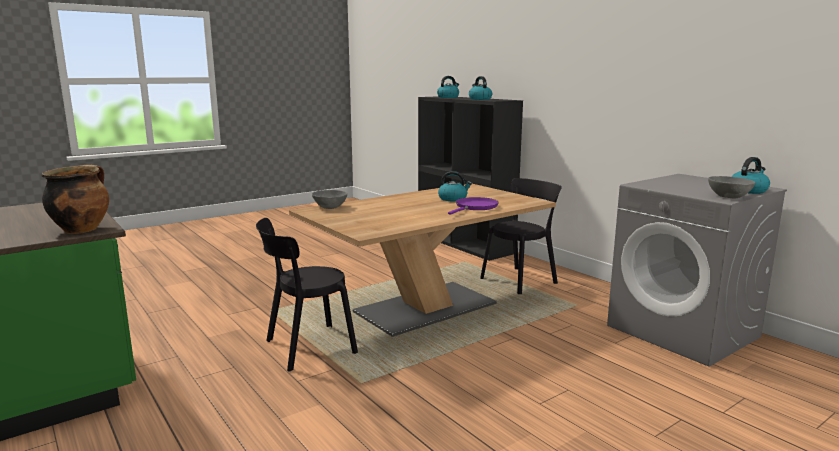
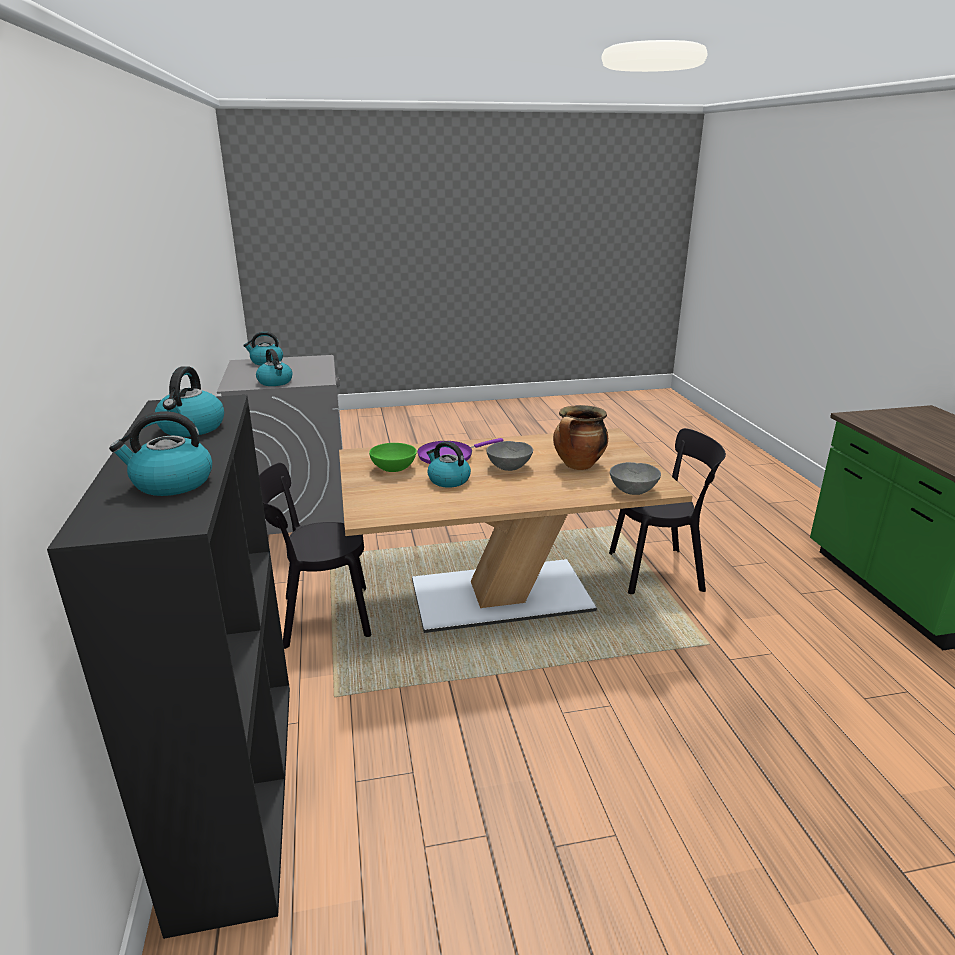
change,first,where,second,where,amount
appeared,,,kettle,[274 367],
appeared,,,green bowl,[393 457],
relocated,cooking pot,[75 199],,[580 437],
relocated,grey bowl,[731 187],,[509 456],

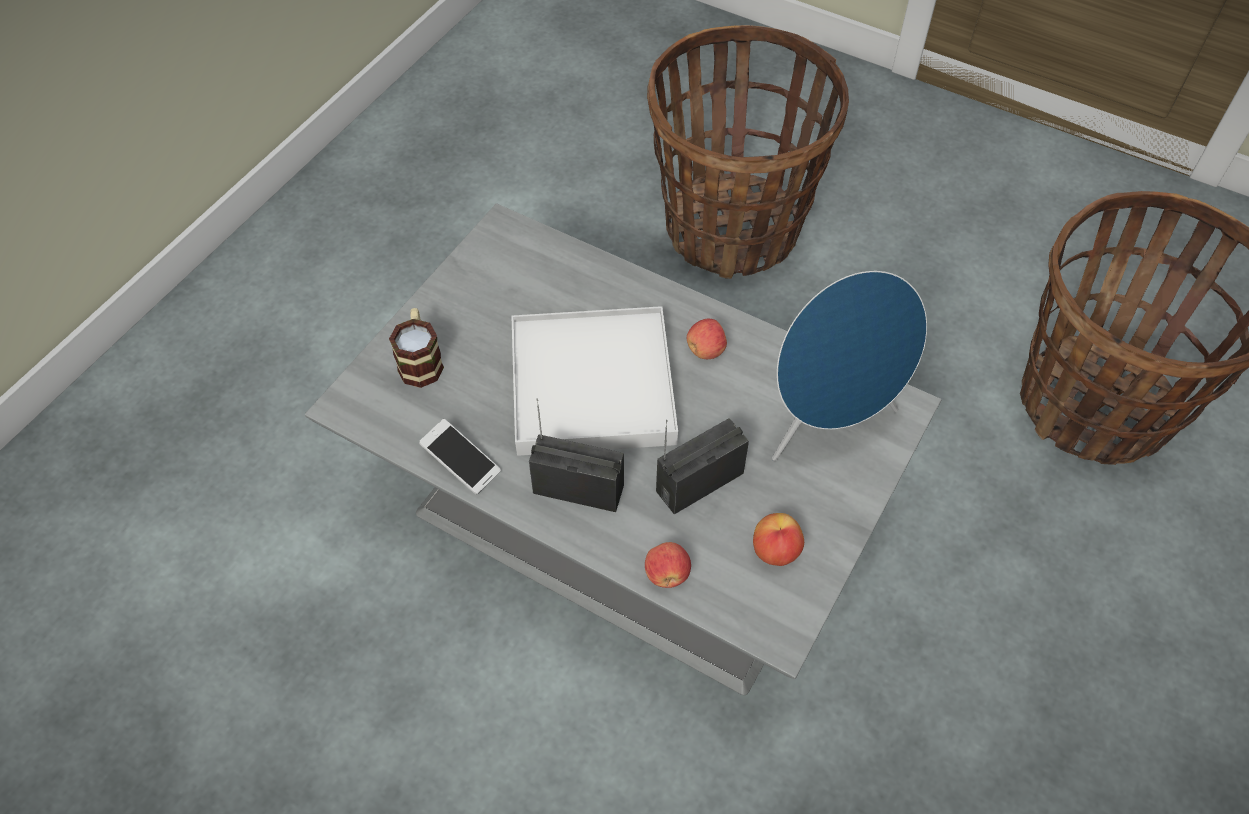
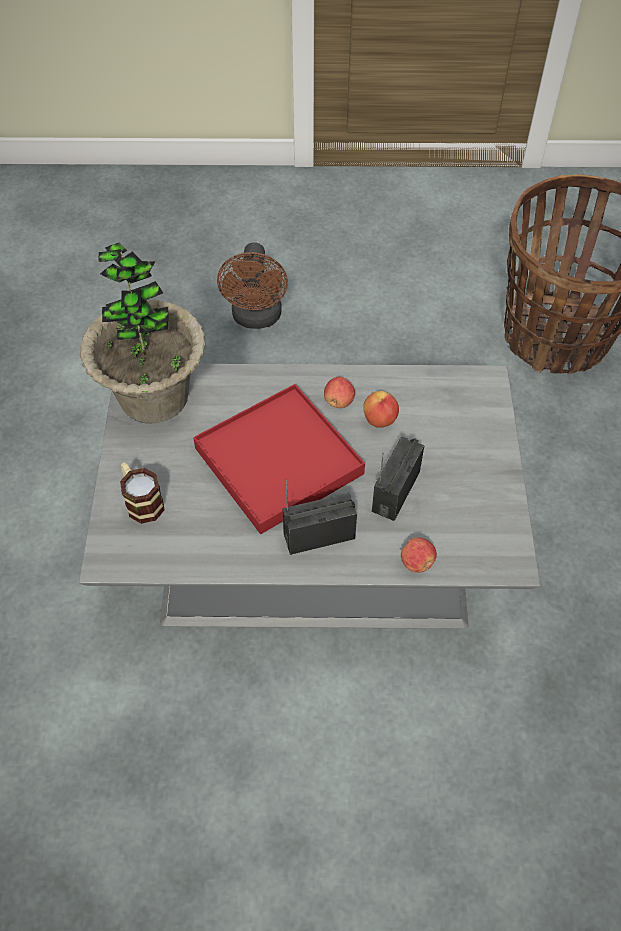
change,first,where,second,where,amount
missing,phone,[460 457],,,
missing,blue speaker,[849 366],,,
appeared,,,potted plant,[142 332],
relocated,apple,[778 539],,[381 409],
exchanged,basket,[748 152],brown fan,[252 285],
colour,white tray,[594 381],red tray,[279 459],

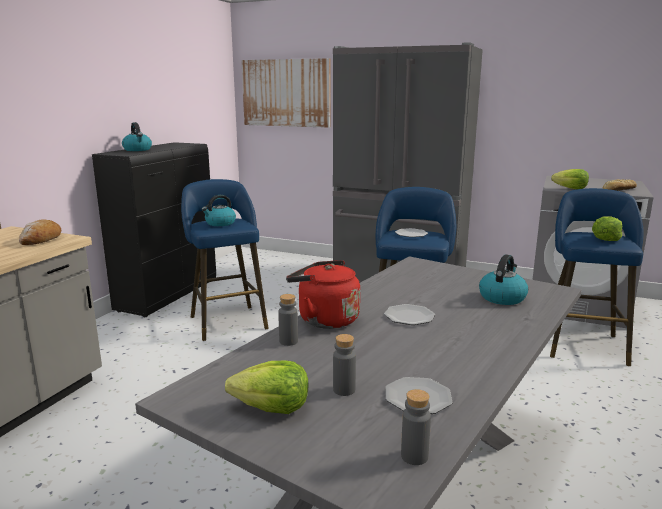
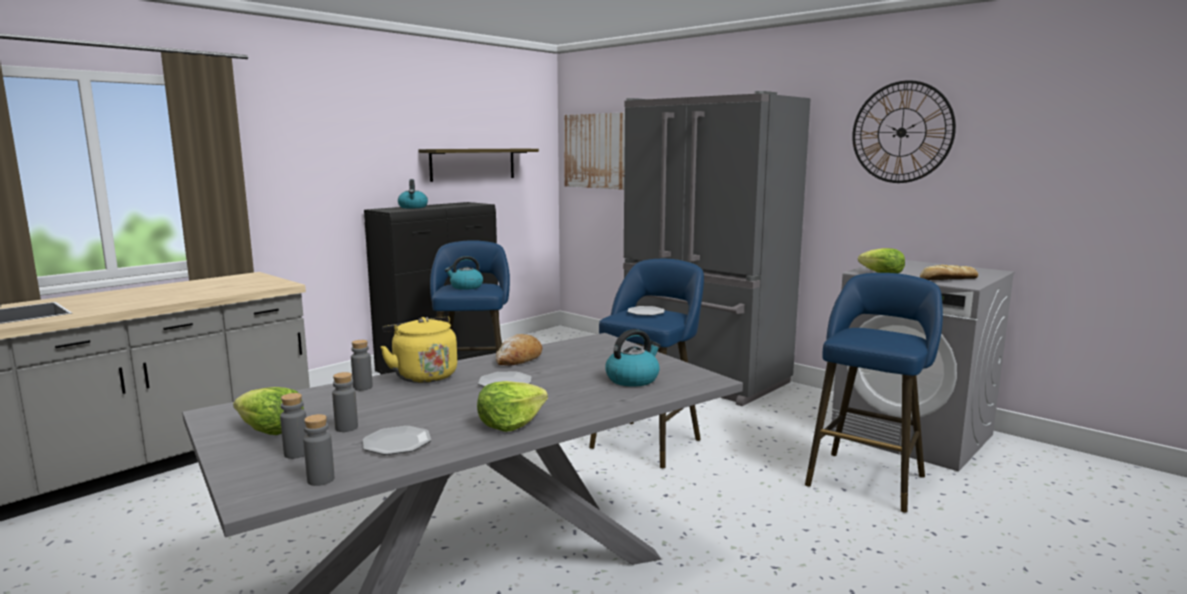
change,first,where,second,where,amount
appeared,,,grey bottle,[293 426],
appeared,,,shelf,[478 165],
appeared,,,wall clock,[904 131],
relocated,bread,[40 232],,[519 349],
relocated,lettuce,[607 228],,[512 406],
colour,red kettle,[323 294],yellow kettle,[418 350],

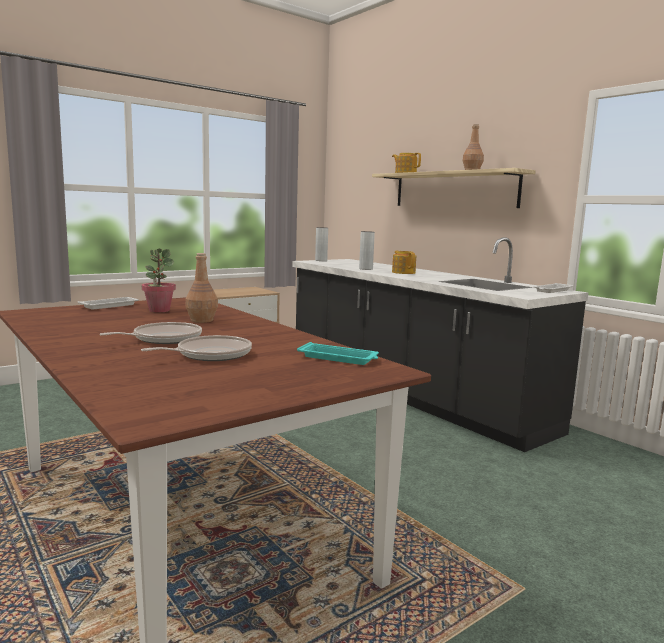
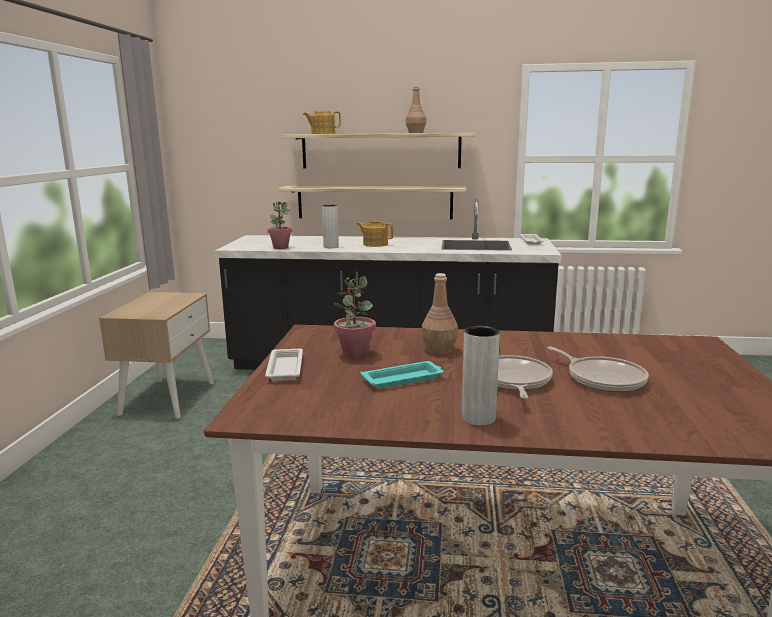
change,first,where,second,where,amount
appeared,,,potted plant,[280 225],
appeared,,,shelf,[371 202],
relocated,turquoise tray,[338 353],,[402 375],
relocated,grey vase,[321 244],,[481 376],
spun,frying pan,[196 348],,[598 369],135 degrees clockwise

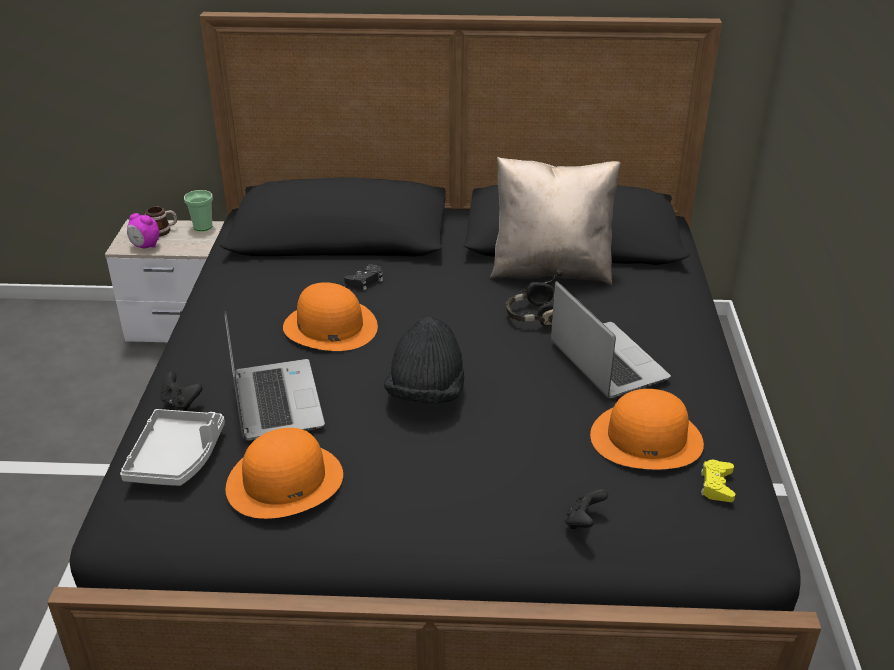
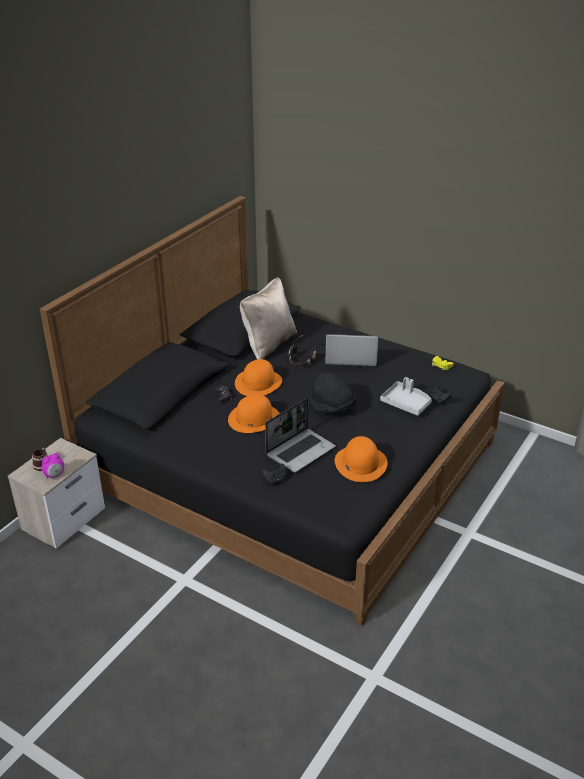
change,first,where,second,where,amount
missing,cup,[198 210],,,
relocated,grey tray,[172 447],,[406 396],
relocated,orange hat,[647 429],,[258 377],
spun,laptop,[275 376],,[300 435],120 degrees clockwise

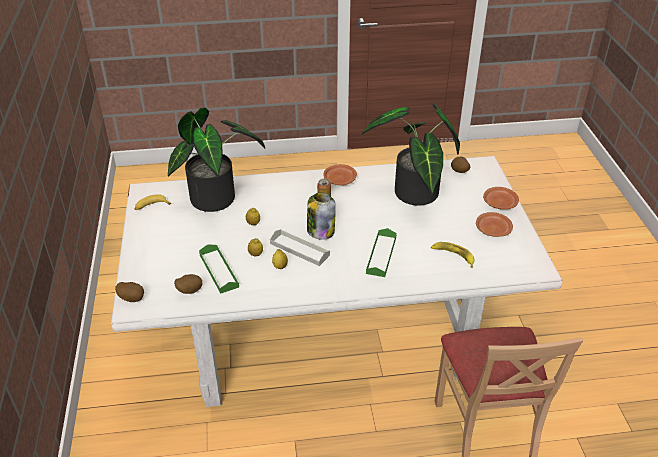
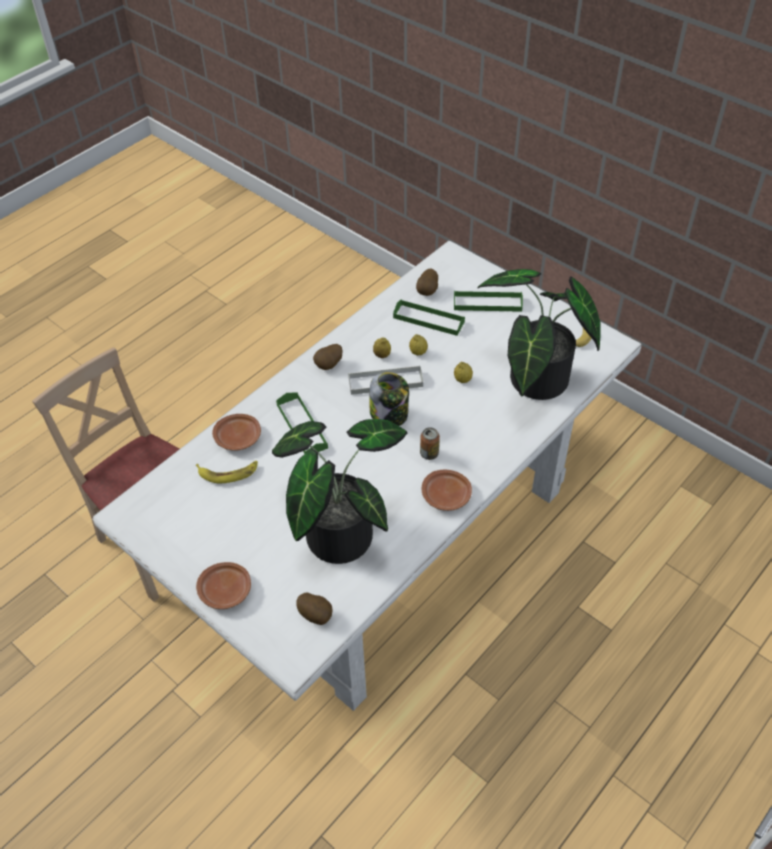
change,first,where,second,where,amount
appeared,,,green tray,[488 301],
relocated,potato,[129 292],,[327 357],
relocated,brown plate,[494 224],,[236 432],

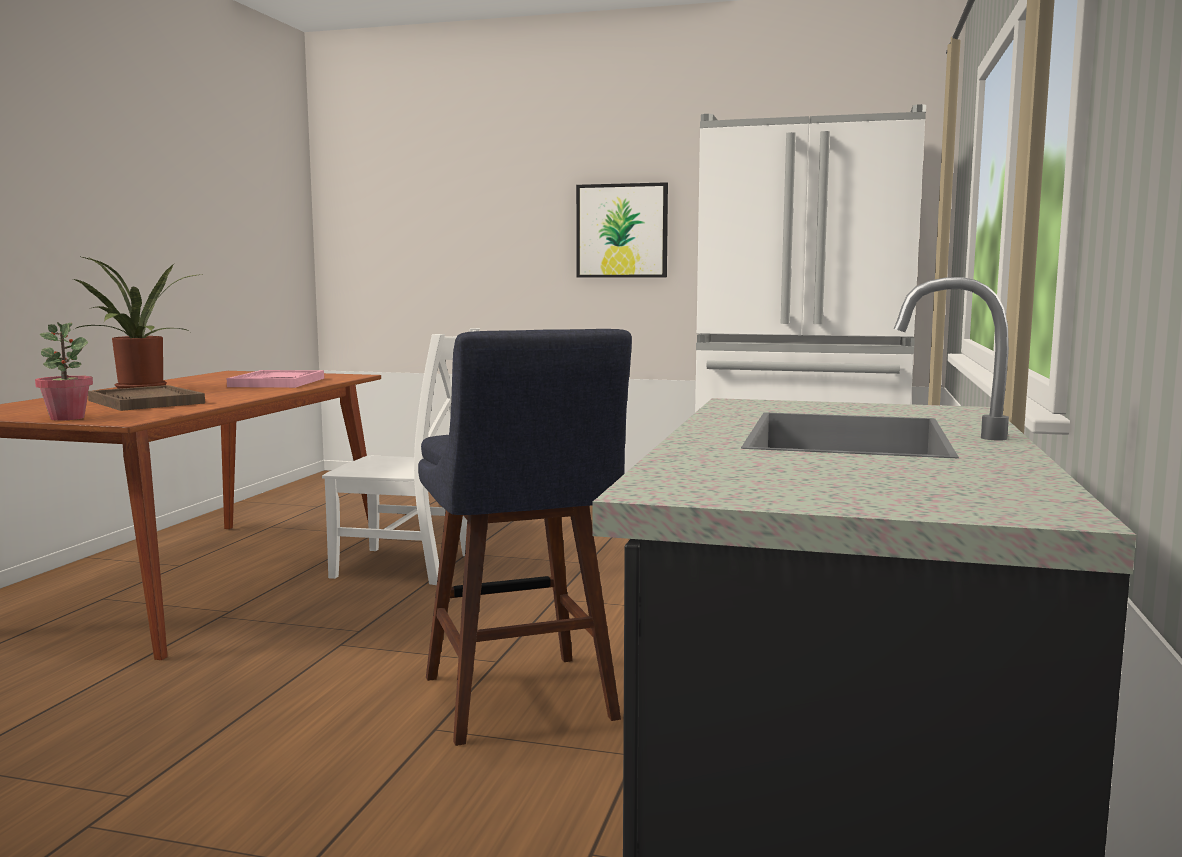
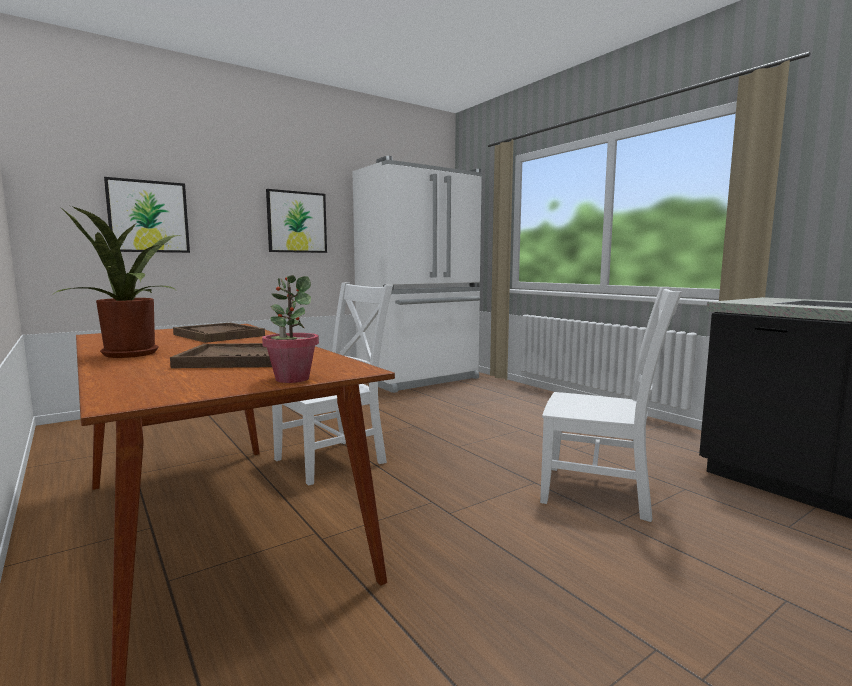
change,first,where,second,where,amount
appeared,,,picture,[147 215],
exchanged,blue stool,[525 537],white chair,[610 404],
colour,pink tray,[275 379],brown tray,[219 333],

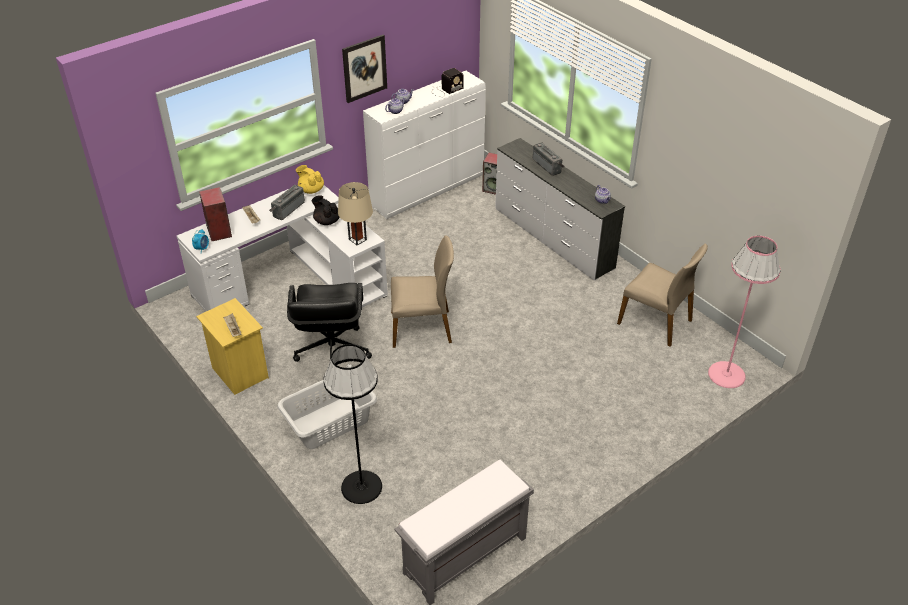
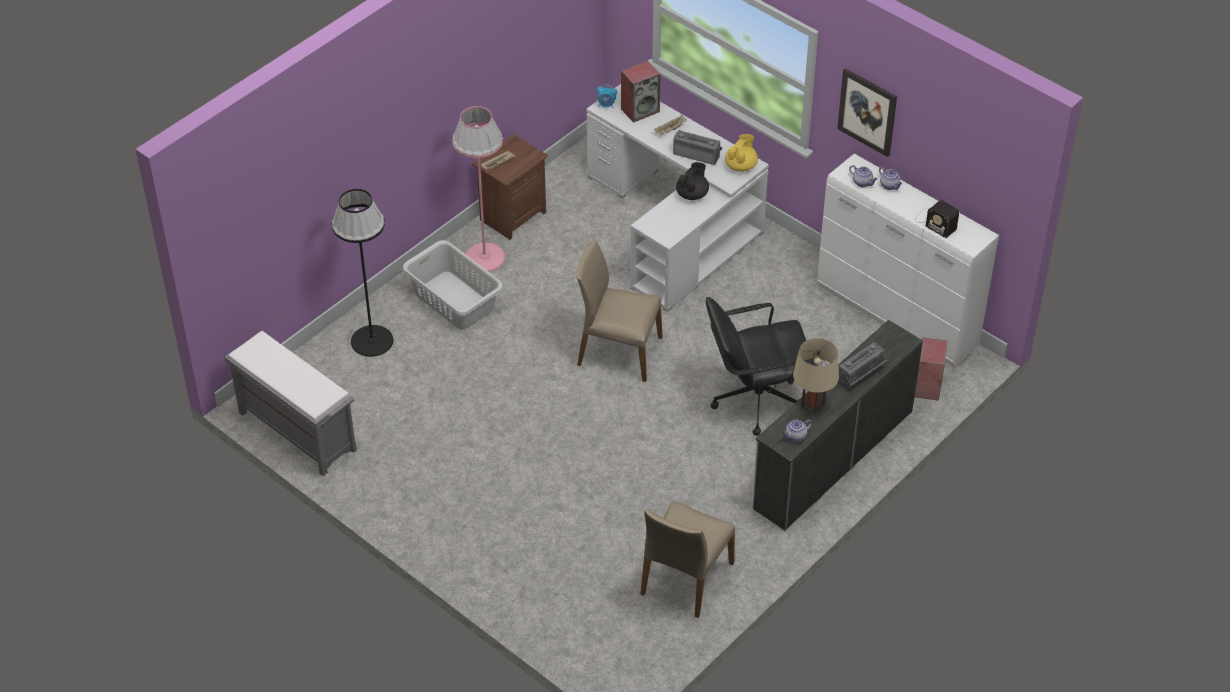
change,first,where,second,where,amount
relocated,black office chair,[329 322],,[761 366],
relocated,beige table lamp,[355 213],,[816 376],
relocated,pink floor lamp,[744 312],,[478 189],
colour,yellow nightstand,[232 346],brown nightstand,[510 187],
spun,beige chair,[422 291],,[619 311],120 degrees clockwise

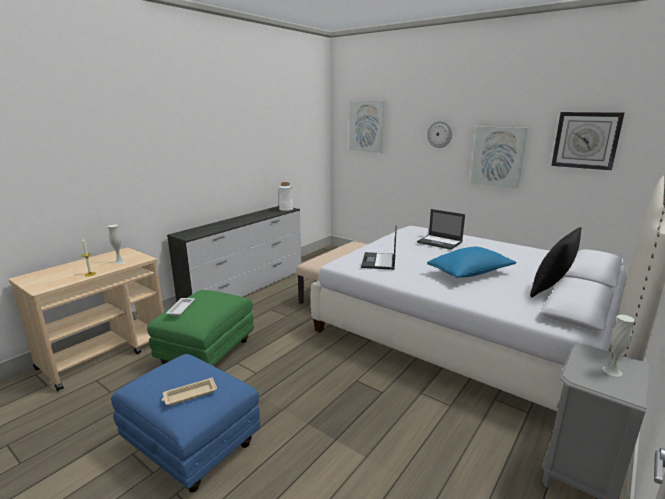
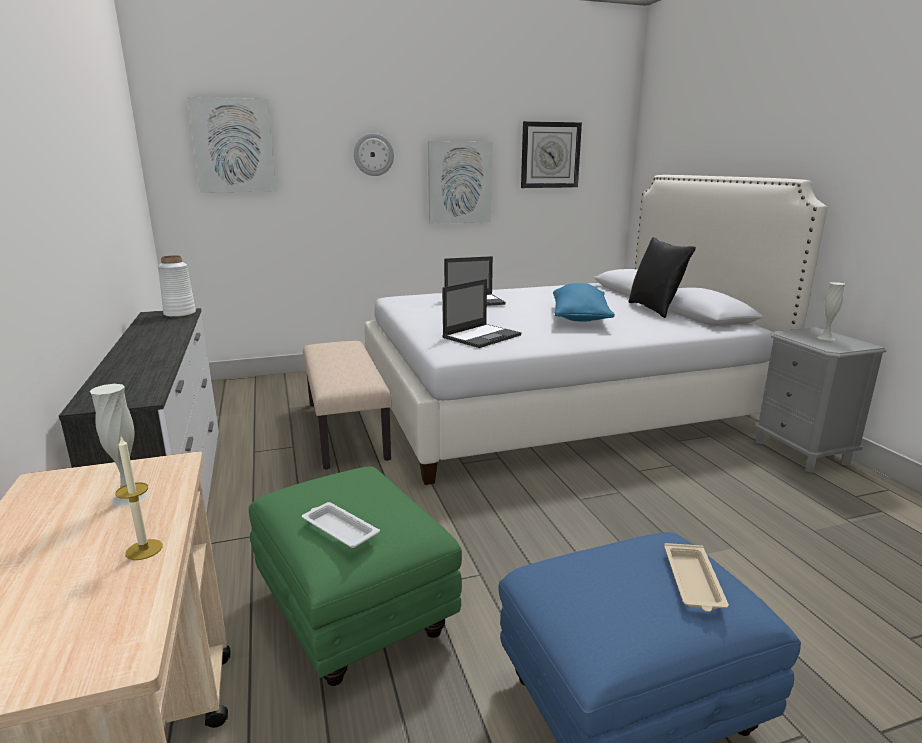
change,first,where,second,where,amount
spun,laptop,[379 247],,[481 313],90 degrees counterclockwise

